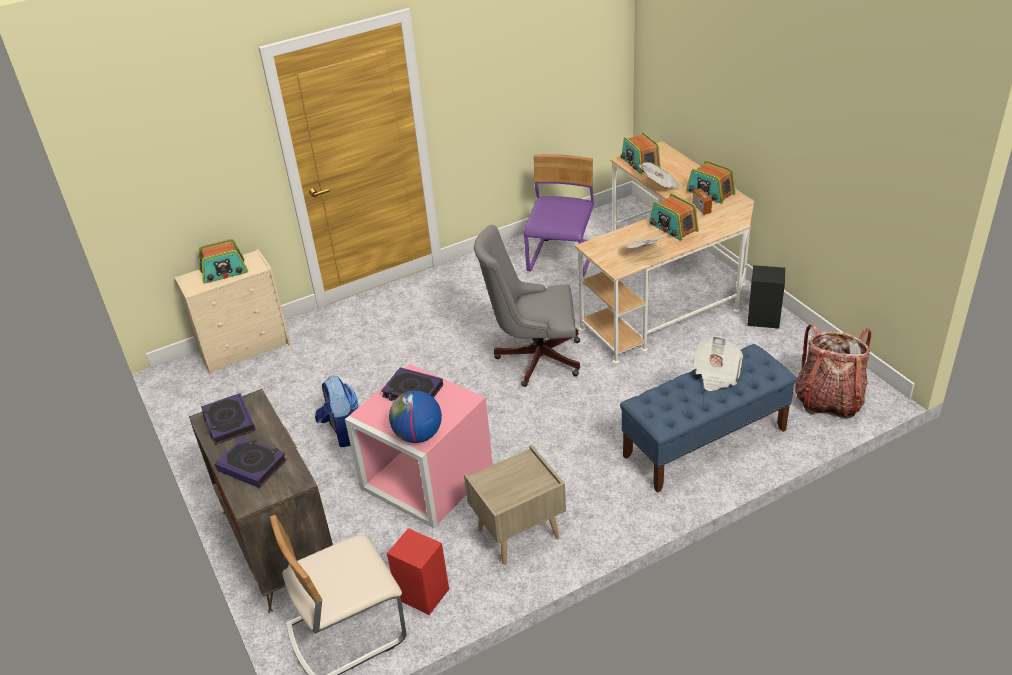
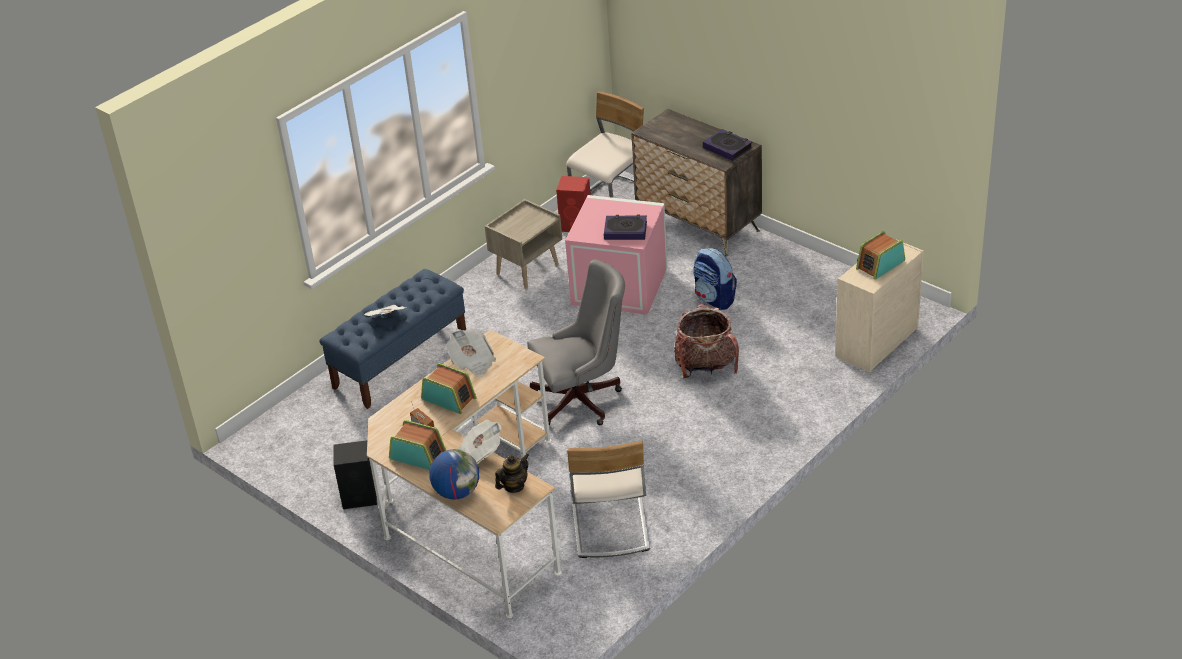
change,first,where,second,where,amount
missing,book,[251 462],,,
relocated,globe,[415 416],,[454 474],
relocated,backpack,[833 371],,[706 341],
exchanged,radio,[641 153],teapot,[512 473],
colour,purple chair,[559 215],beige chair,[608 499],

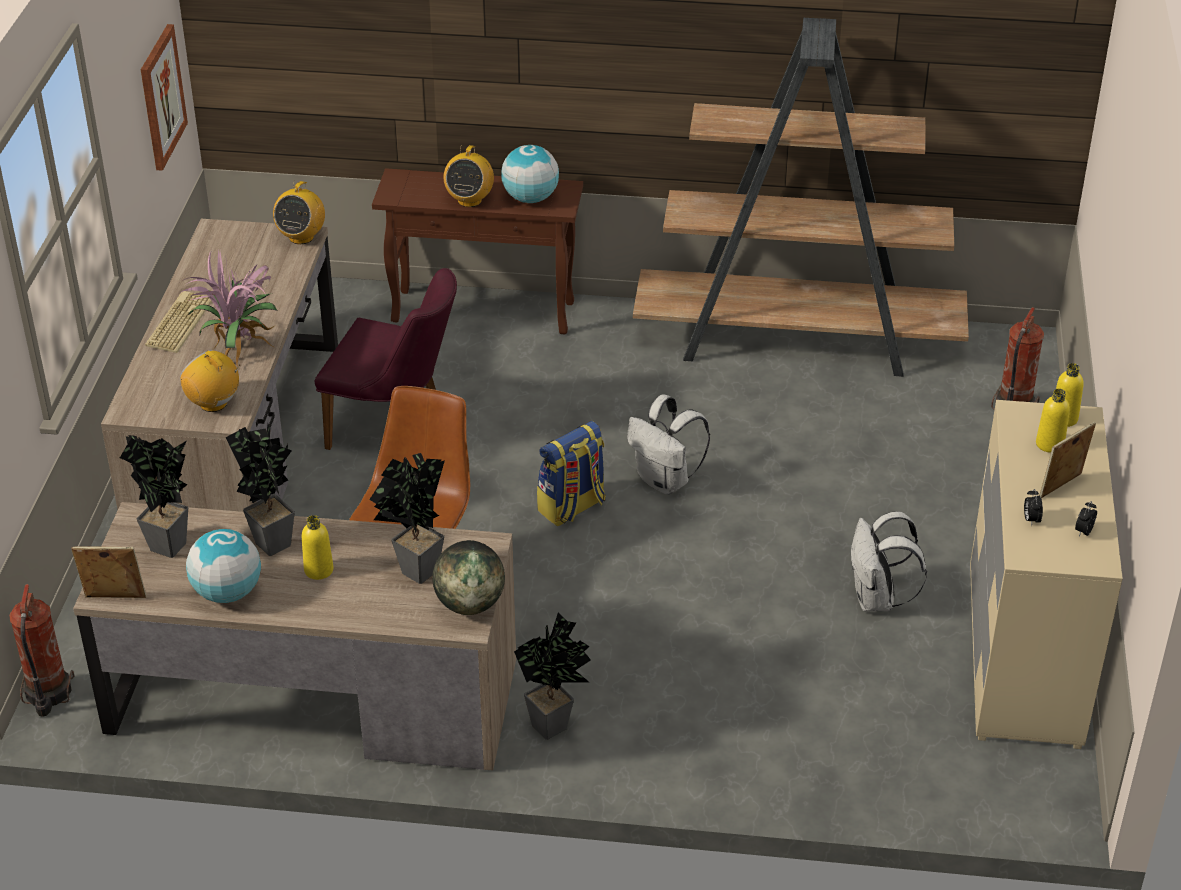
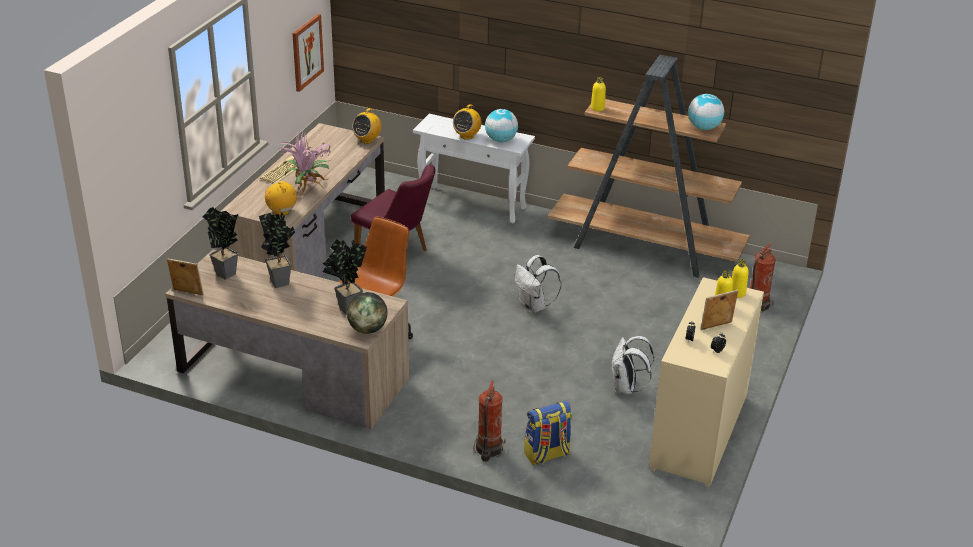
change,first,where,second,where,amount
missing,potted plant,[552 676],,,
relocated,fire extinguisher,[41 650],,[490 421],
relocated,globe,[223 566],,[706 112],
relocated,yellow bottle,[318 547],,[598 94],
relocated,backpack,[571 473],,[548 433],
colour,brown console table,[477 251],white console table,[474 168],

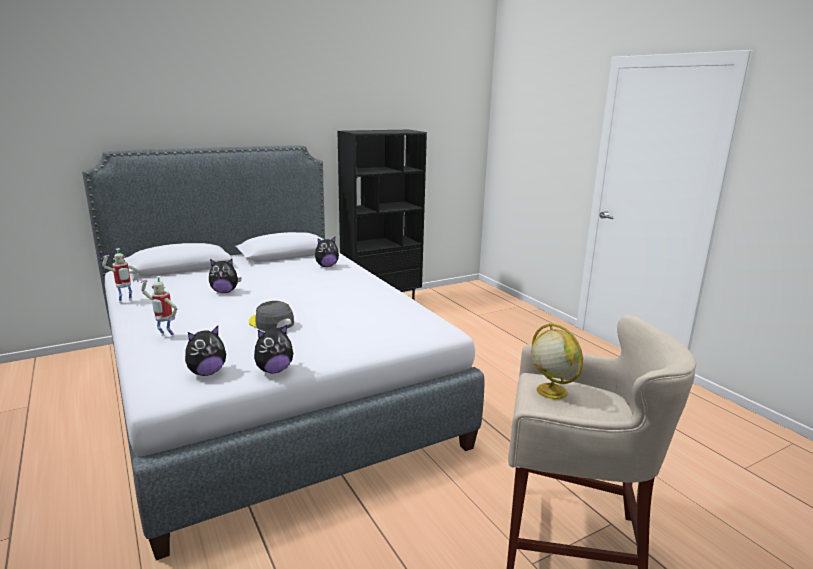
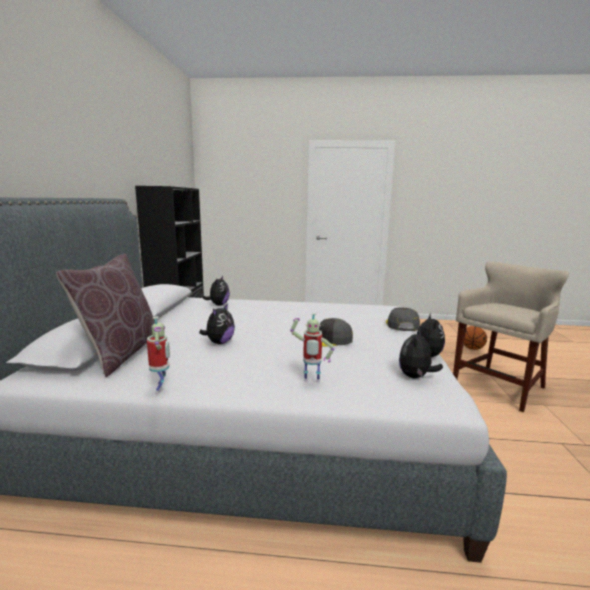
change,first,where,second,where,amount
missing,globe,[557 361],,,
appeared,,,brown pillow,[105 315],
appeared,,,grey cap,[403 319],
appeared,,,basketball,[475 338],
spun,toy robot,[159 307],,[312 347],45 degrees clockwise
spun,plush toy,[205 351],,[421 353],150 degrees counterclockwise

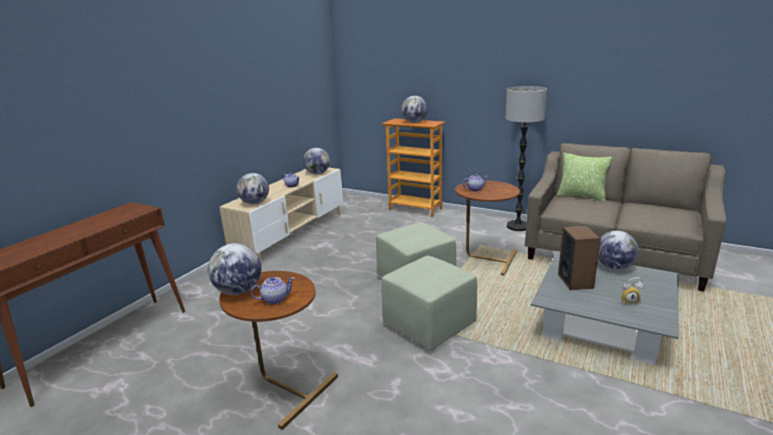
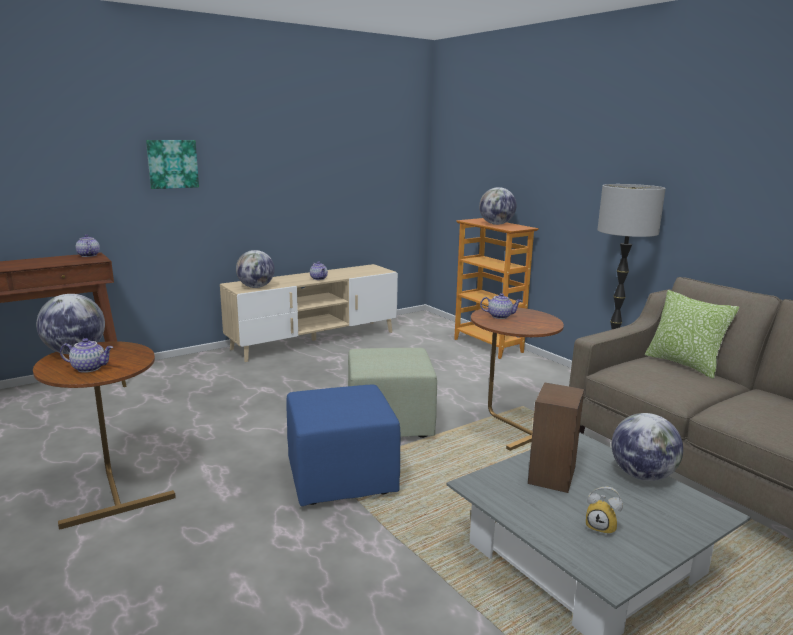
change,first,where,second,where,amount
missing,globe,[316 161],,,
appeared,,,teapot,[88 245],
appeared,,,picture,[172 164],
colour,green ottoman,[429 303],blue ottoman,[343 445],

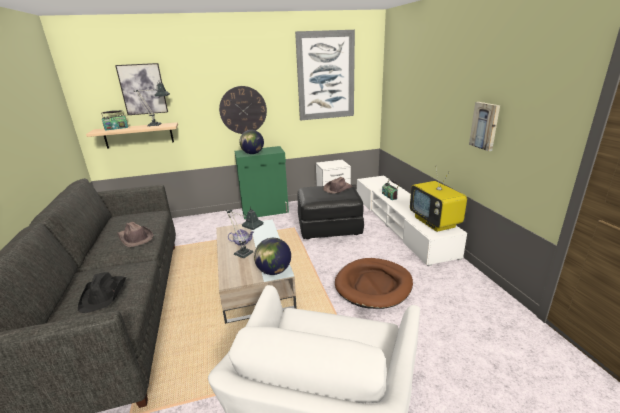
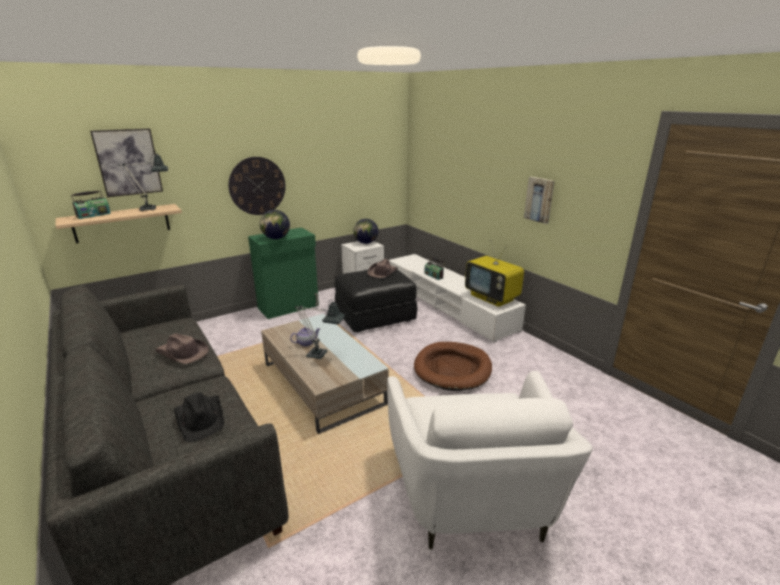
change,first,where,second,where,amount
missing,picture,[325 75],,,
relocated,globe,[272 256],,[366 231],

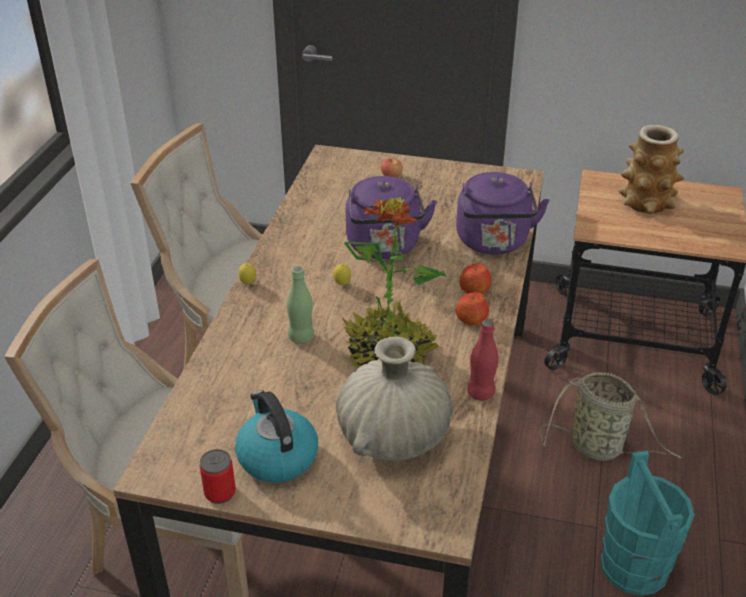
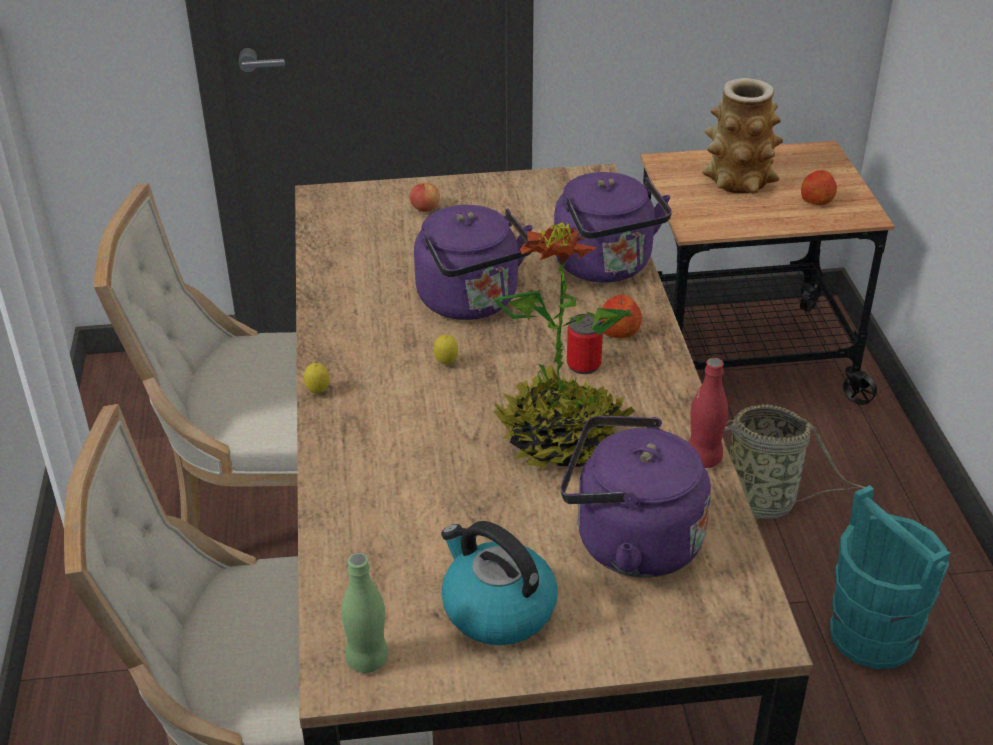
change,first,where,second,where,amount
relocated,can,[218 476],,[585 344],
relocated,green bottle,[300 305],,[364 613],
relocated,apple,[472 309],,[819 187],
exchanged,beige vase,[394 398],purple kettle,[635 497],

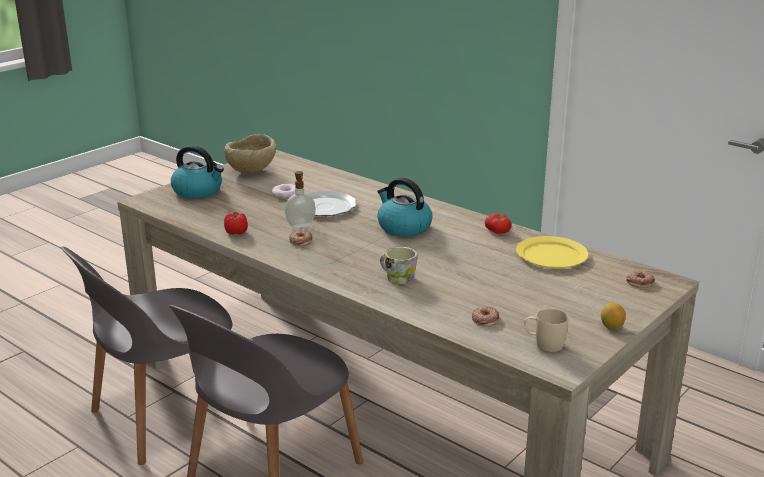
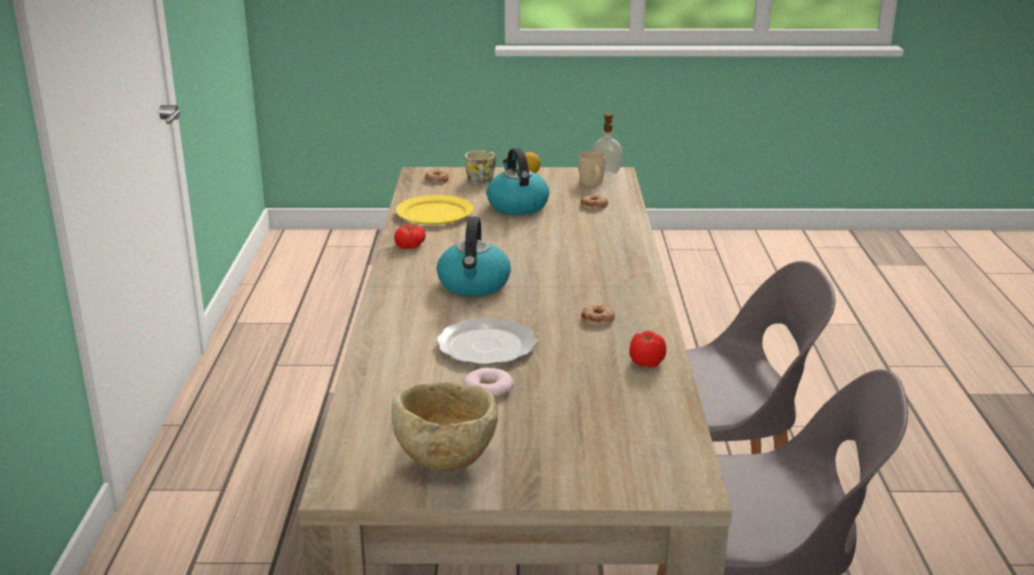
change,first,where,second,where,amount
relocated,kettle,[197 172],,[518 181],
relocated,soap dispenser,[300 199],,[607 144],
relocated,mug,[398 265],,[480 167],

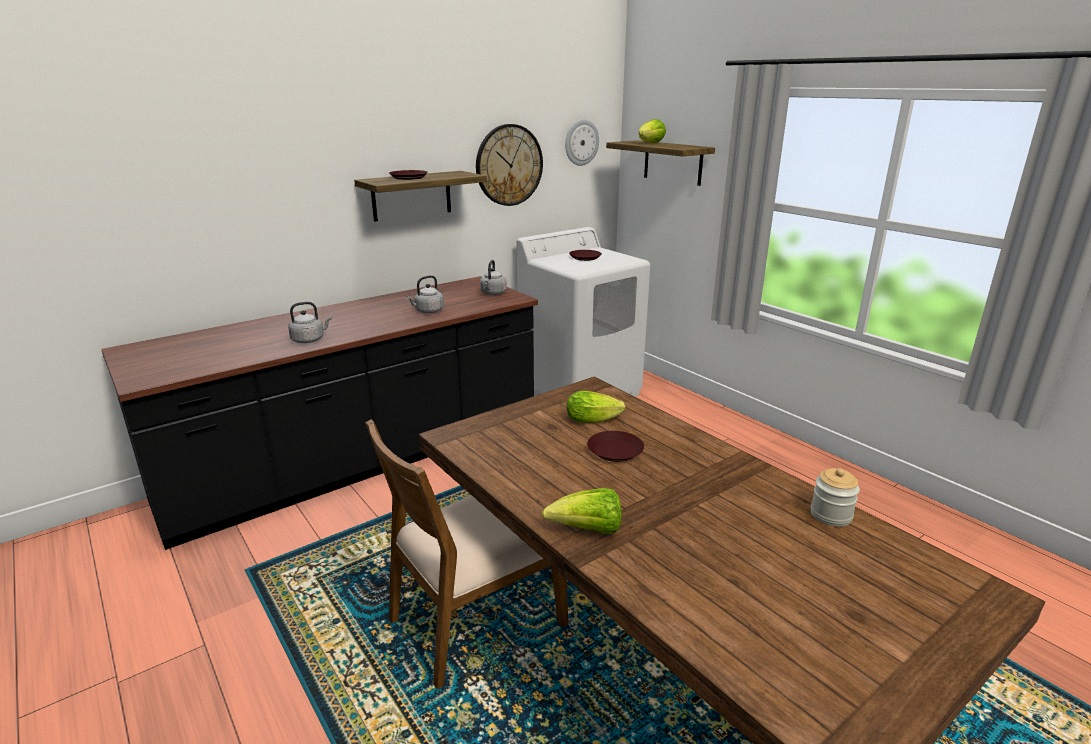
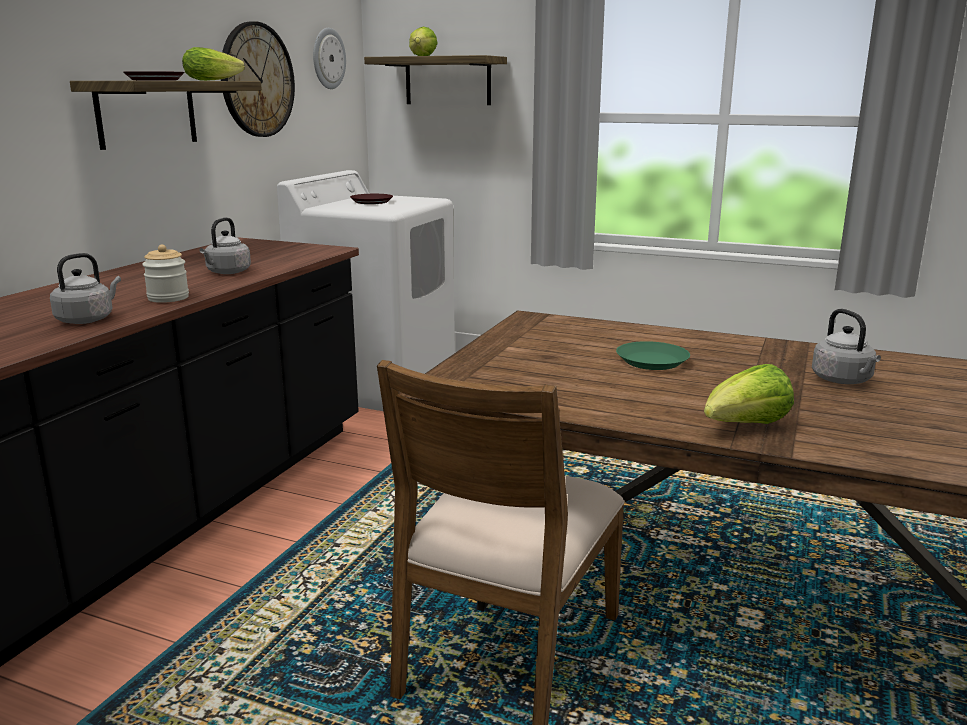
change,first,where,second,where,amount
relocated,grey kettle,[493 277],,[846 346],
relocated,lettuce,[596 407],,[213 64],
relocated,jar,[835 497],,[165 274],
colour,brown plate,[615 446],green plate,[653 355],

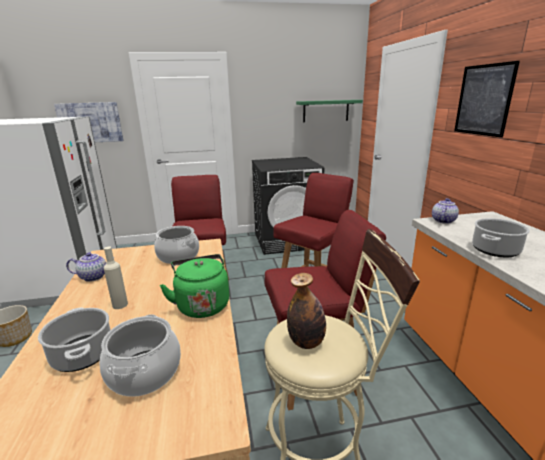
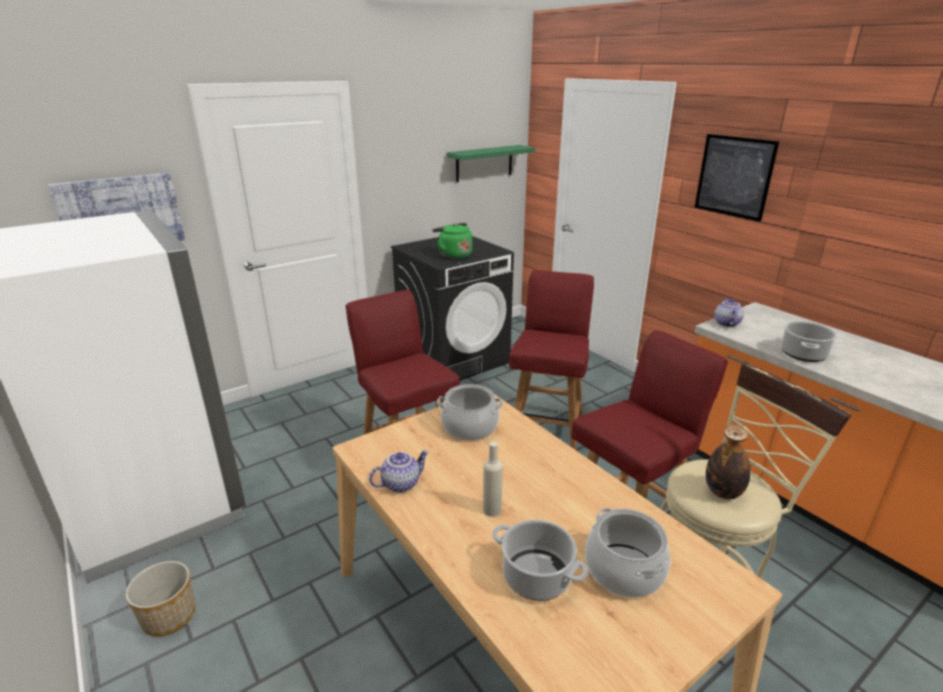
change,first,where,second,where,amount
relocated,green kettle,[194 286],,[452 241],

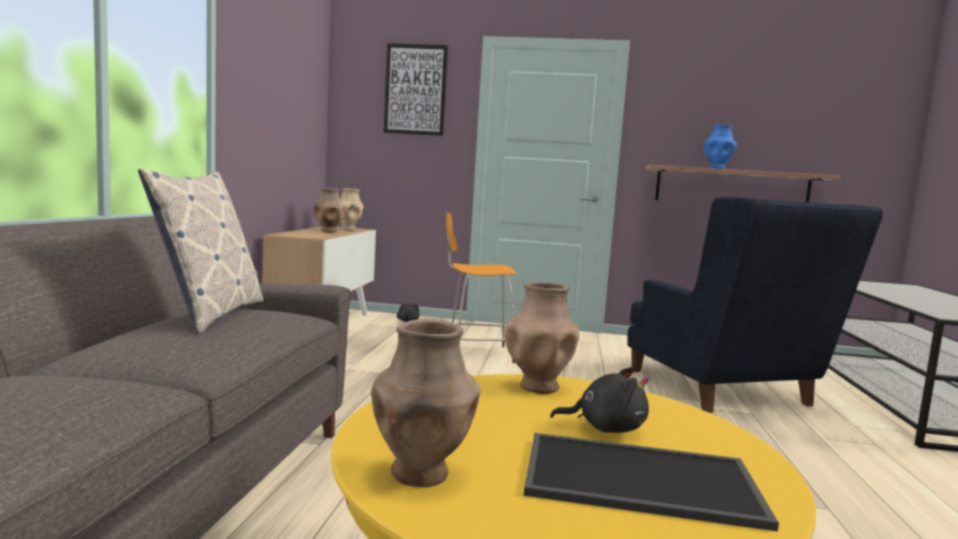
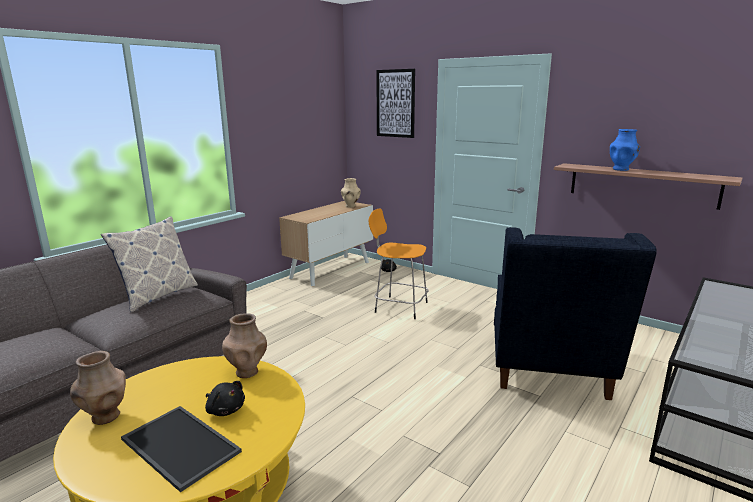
change,first,where,second,where,amount
missing,brown vase,[329 210],,,

